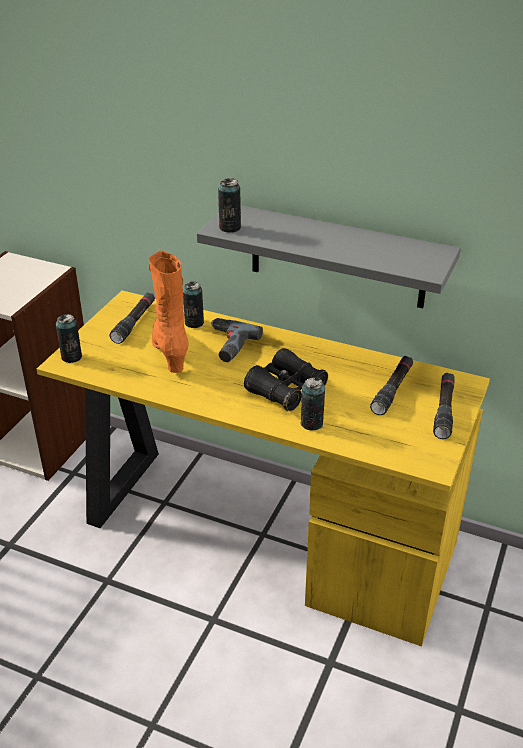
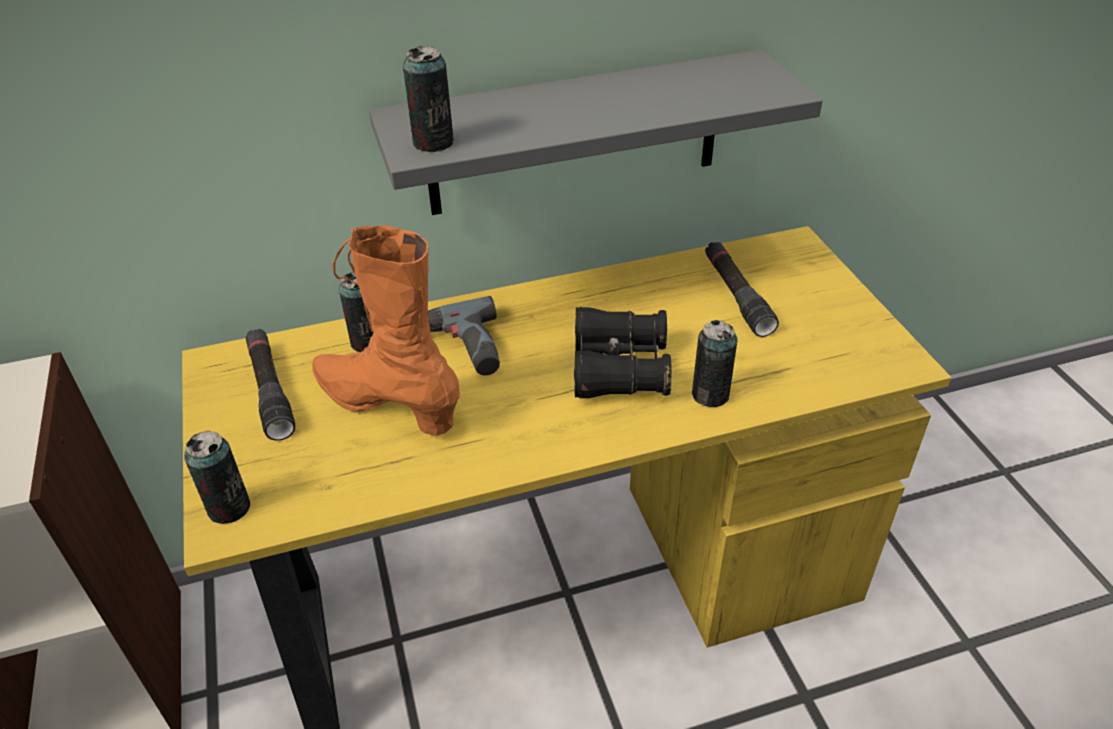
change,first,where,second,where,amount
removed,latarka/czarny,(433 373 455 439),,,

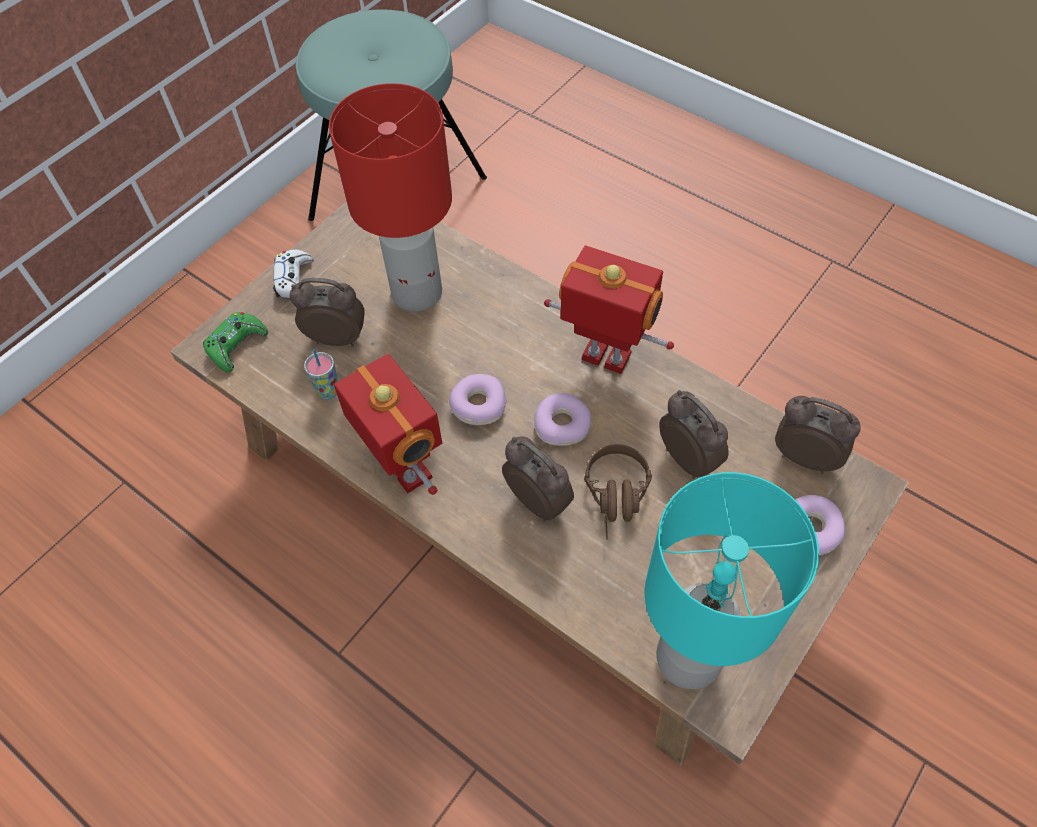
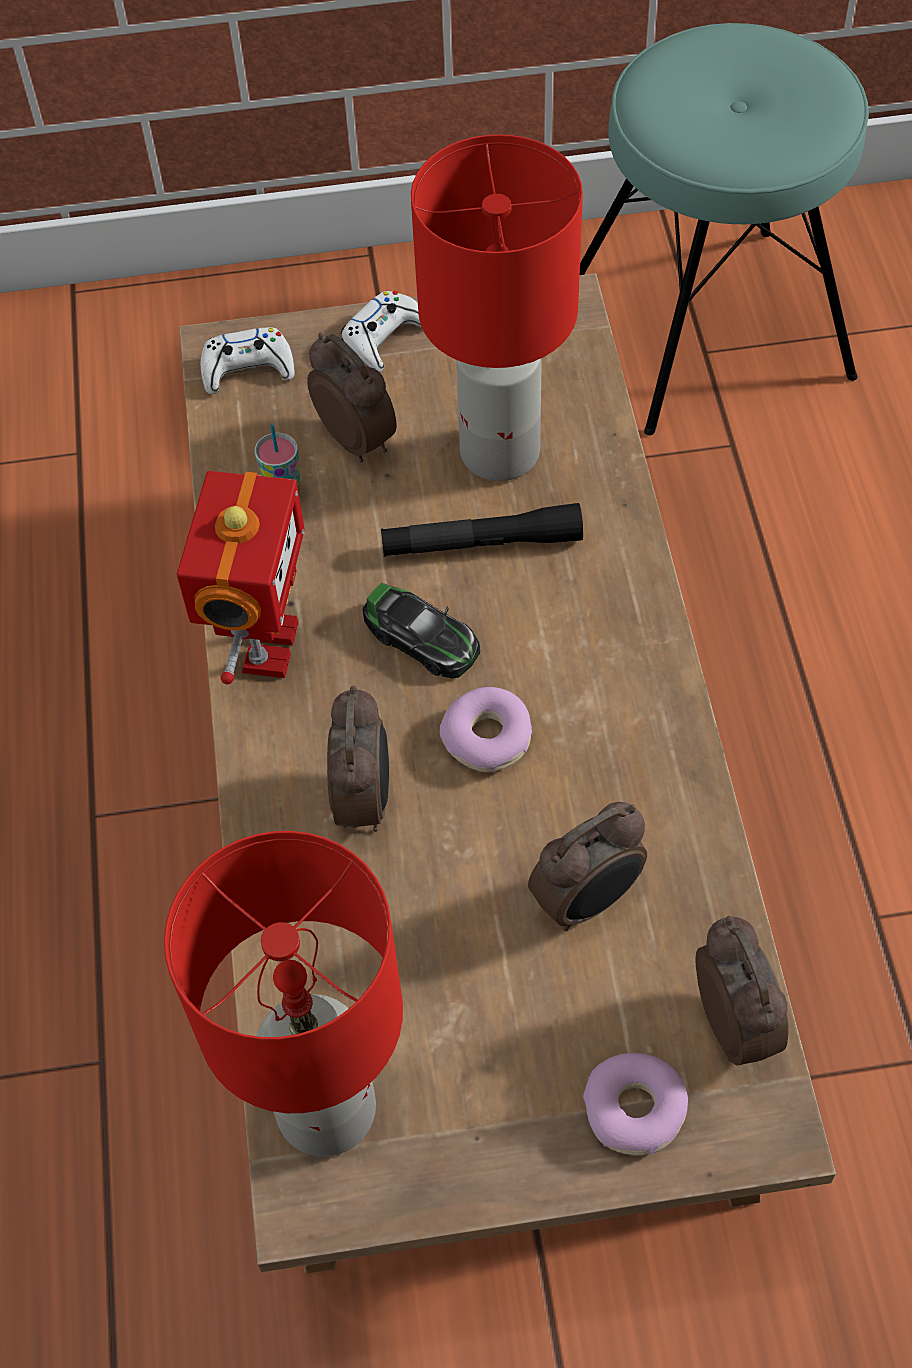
change,first,where,second,where,amount
removed,robot zabawkowy,(544 245 674 374),,,
removed,słuchawki/brązowy,(584 444 652 539),,,
added,,,latarka/czarny,(381 503 583 557),
replaced,donut,(449 374 507 425),samochodzik,(363 583 480 679),
recoloured,pad do gier/zielony,(203 312 268 372),pad do gier/biały,(200 327 295 394),
recoloured,lampa stołowa/turkusowy,(644 472 819 689),lampa stołowa/czerwony,(164 831 403 1157),
turned,budzik,(659 390 729 479),,(528 802 647 931),45 degrees clockwise

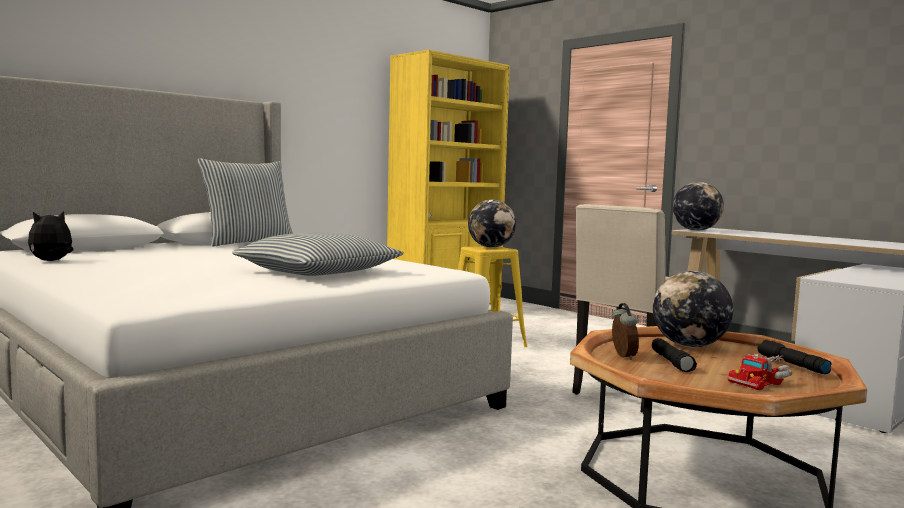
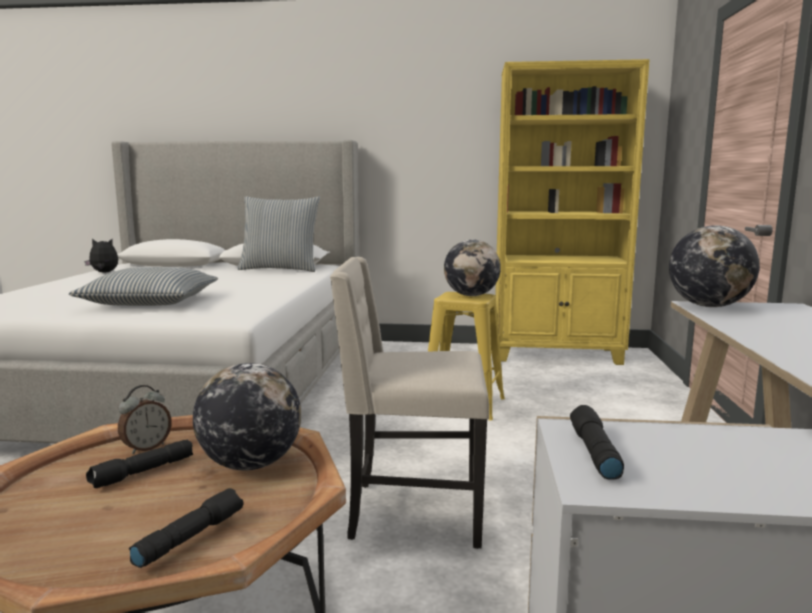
change,first,where,second,where,amount
removed,ciężarówka zabawkowa,(727 353 792 390),,,
added,,,latarka/czarny,(570 405 624 480),

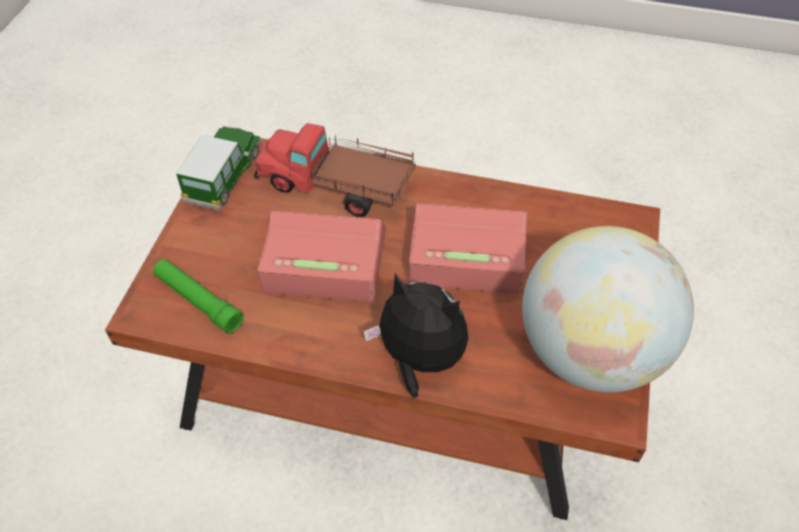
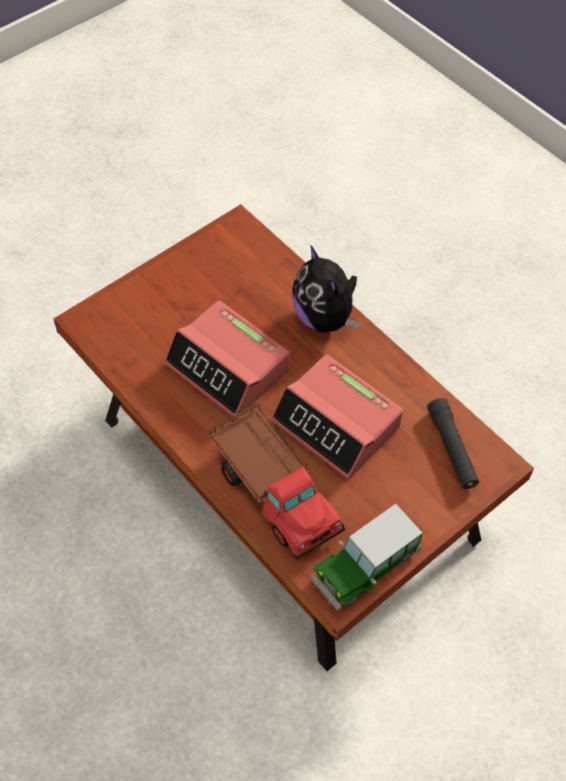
change,first,where,second,where,amount
removed,globus,(522 226 694 392),,,
recoloured,latarka/zielony,(153 259 244 334),latarka/czarny,(427 398 479 489),

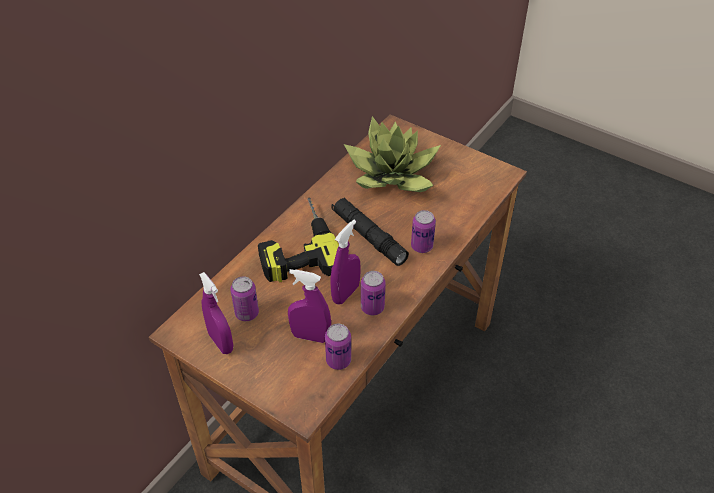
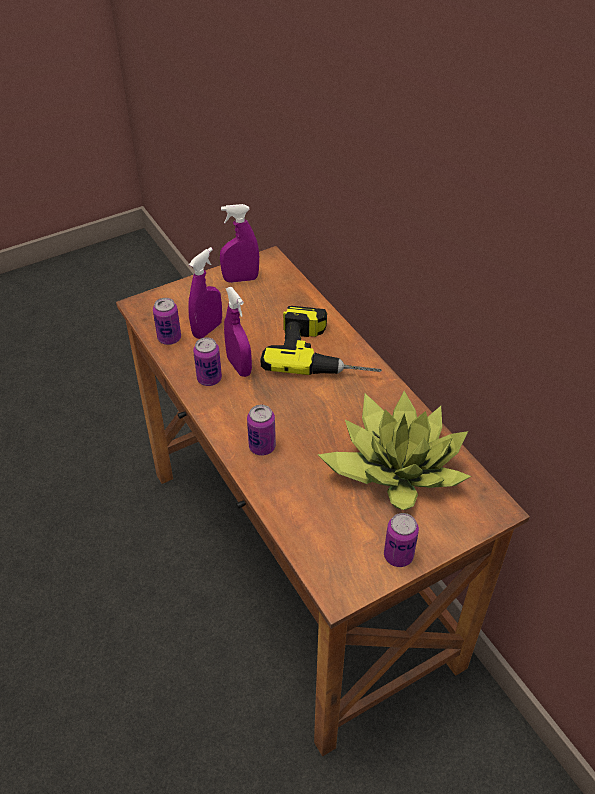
change,first,where,second,where,amount
removed,latarka/czarny,(331 198 409 266),,,
moved,puszka,(230 276 259 321),,(384 513 419 567),

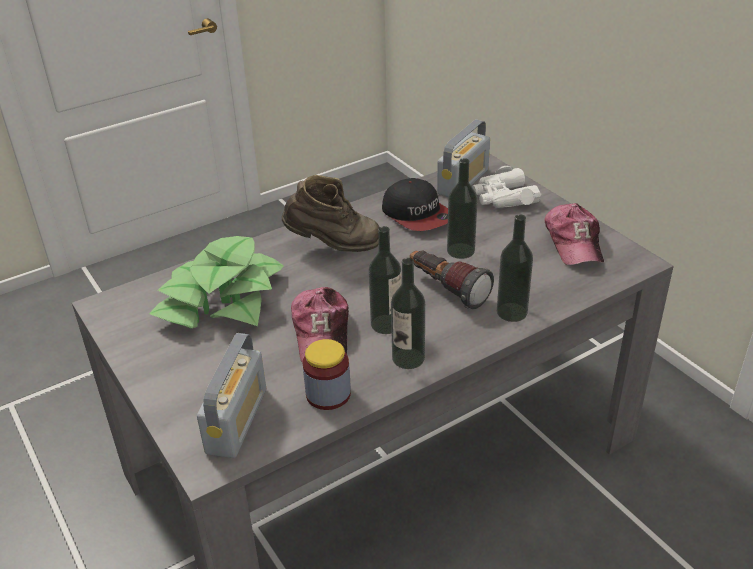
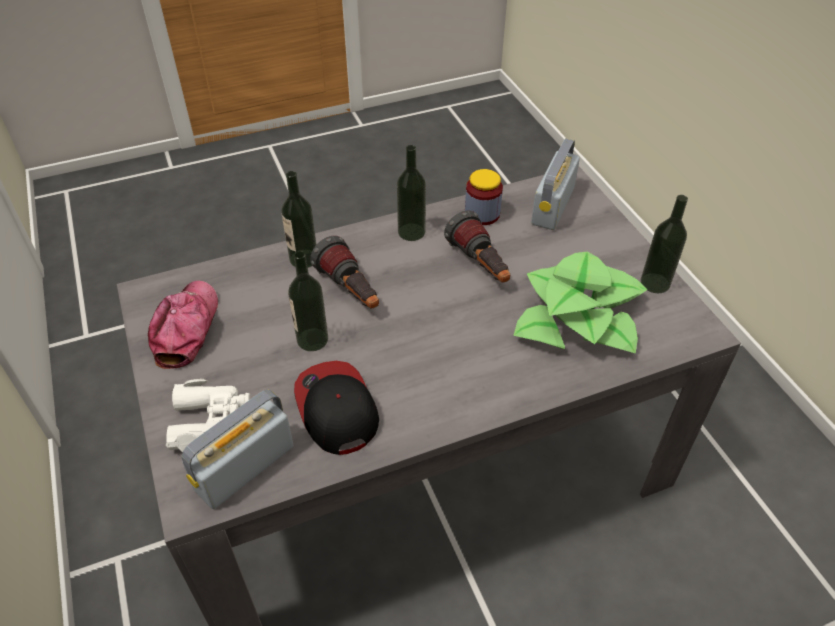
change,first,where,second,where,amount
removed,but z cholewką/brązowy,(282 175 379 252),,,
moved,butelka,(369 226 402 334),,(641 195 688 293),
replaced,czapka z daszkiem,(291 287 349 362),latarka,(444 210 510 283),

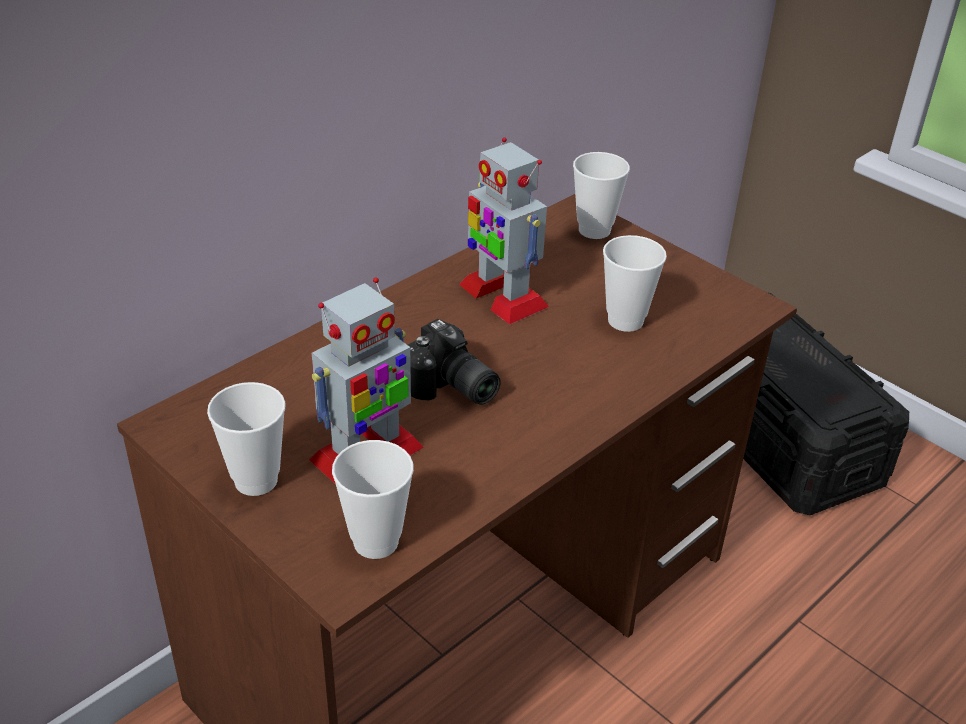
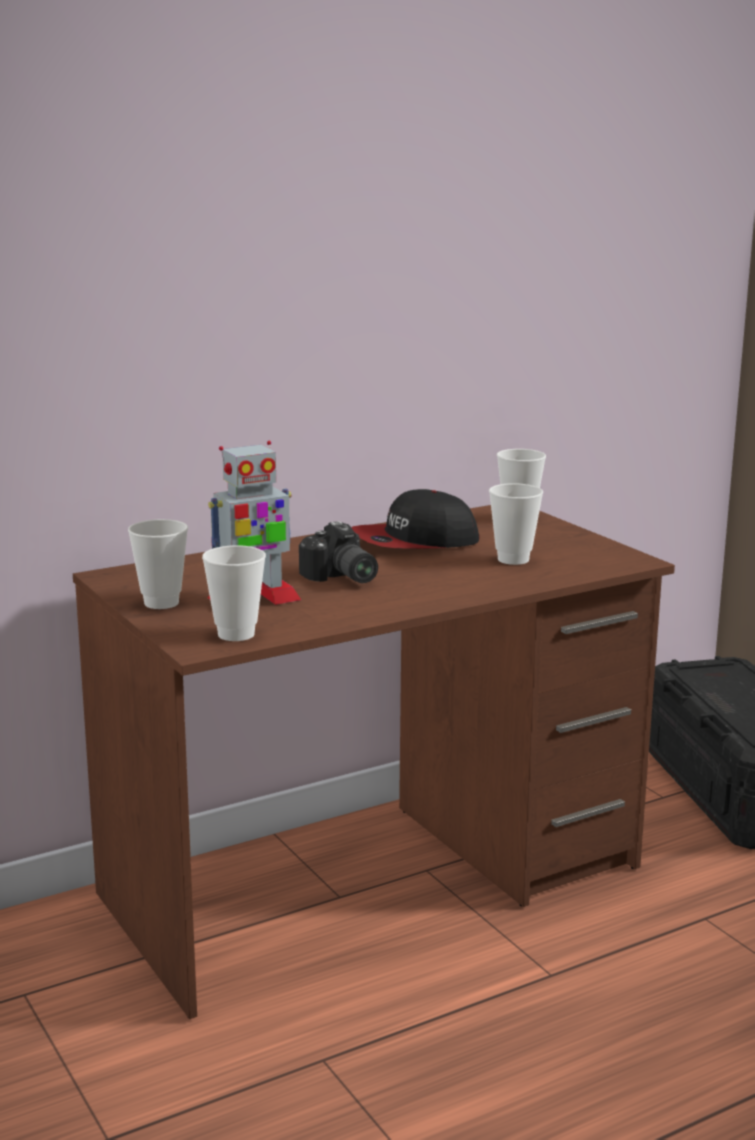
change,first,where,second,where,amount
replaced,robot zabawkowy,(459 137 549 325),czapka z daszkiem,(352 489 480 549),

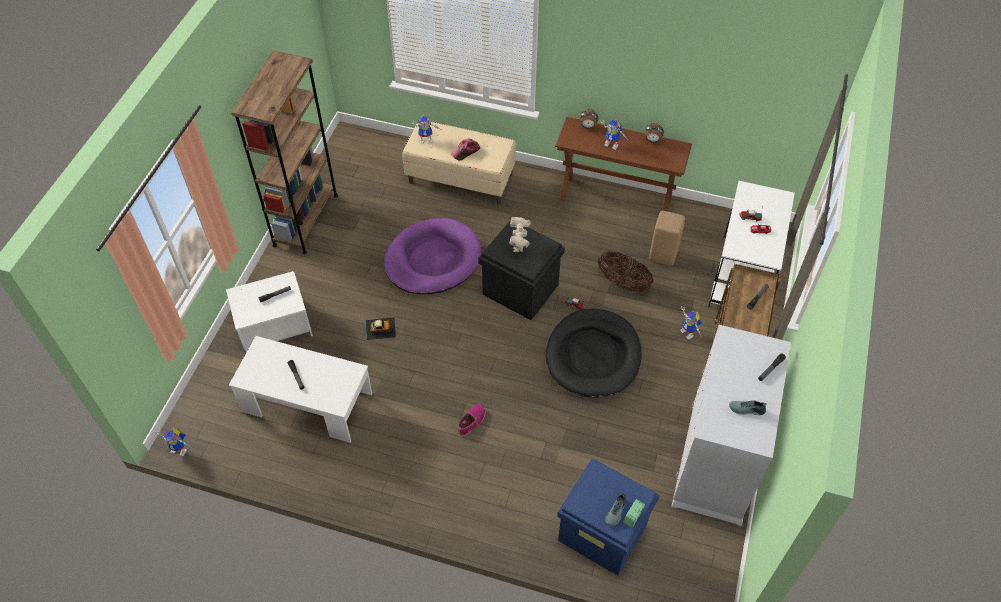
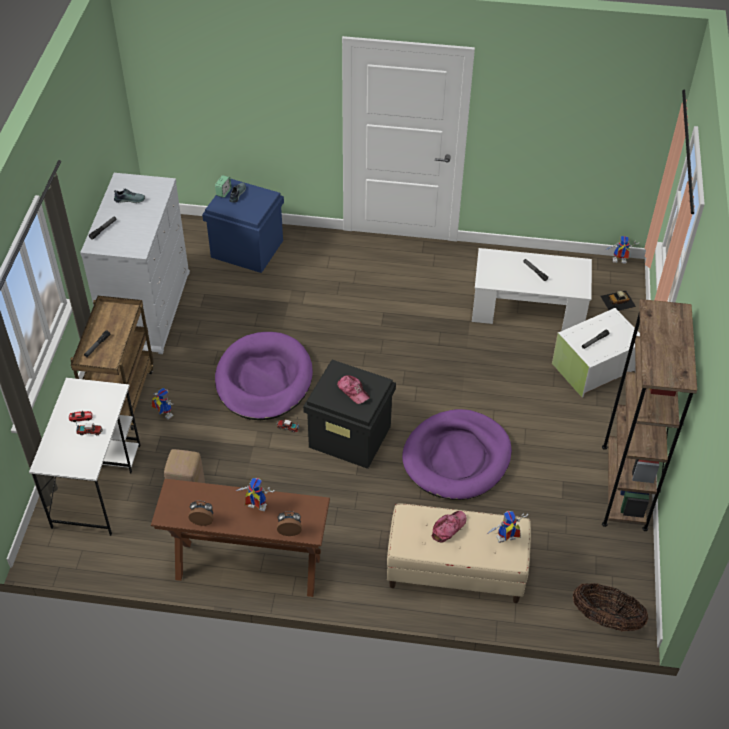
change,first,where,second,where,amount
removed,but,(458 404 485 436),,,
moved,samochodzik,(366 317 396 340),,(601 291 636 311),
moved,koszyk,(598 252 654 292),,(573 583 649 631),
replaced,robot zabawkowy,(510 217 531 252),czapka z daszkiem,(337 375 370 404),
recoloured,legowisko/czarny,(546 309 642 398),legowisko/fioletowy,(215 332 313 420),

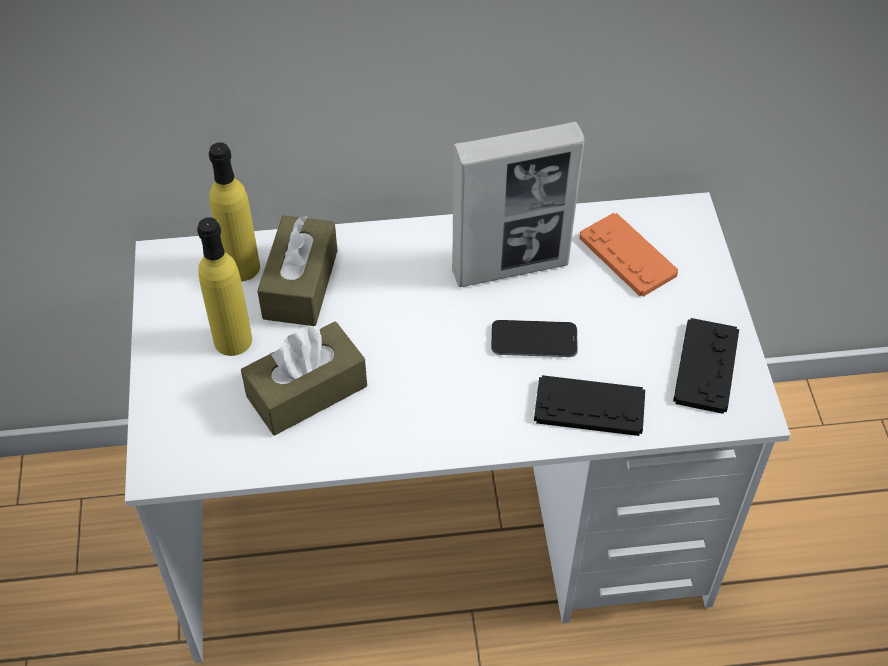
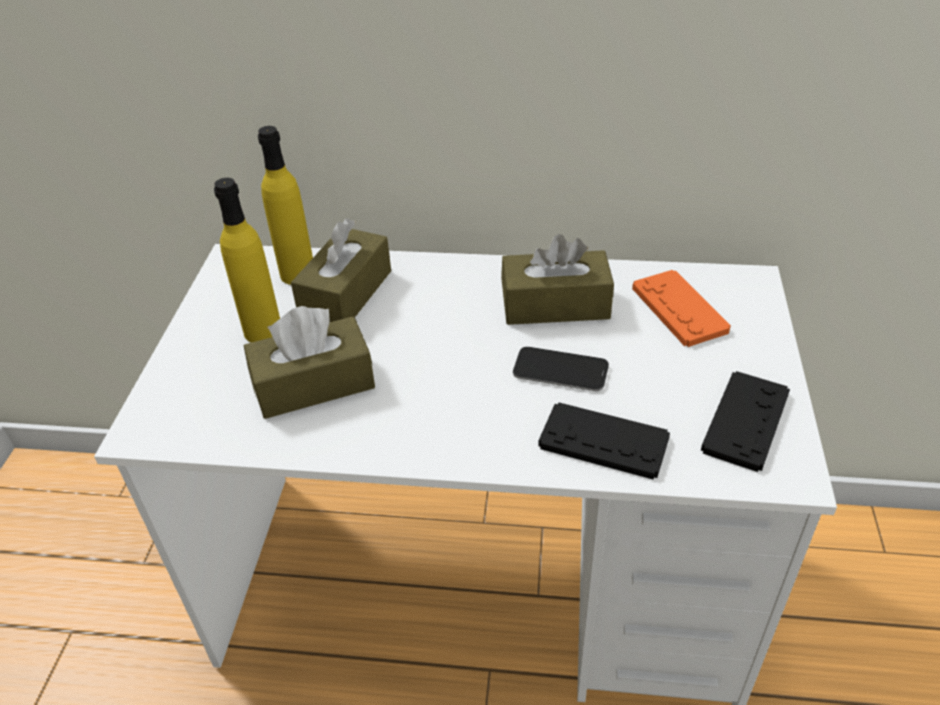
change,first,where,second,where,amount
replaced,ramka na zdjęcie,(452 122 584 287),pudełko chusteczek/brązowy,(501 234 614 325),

